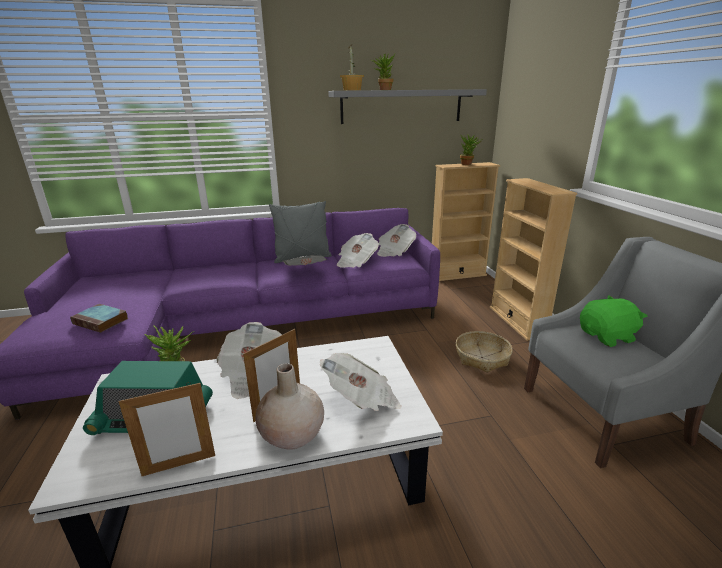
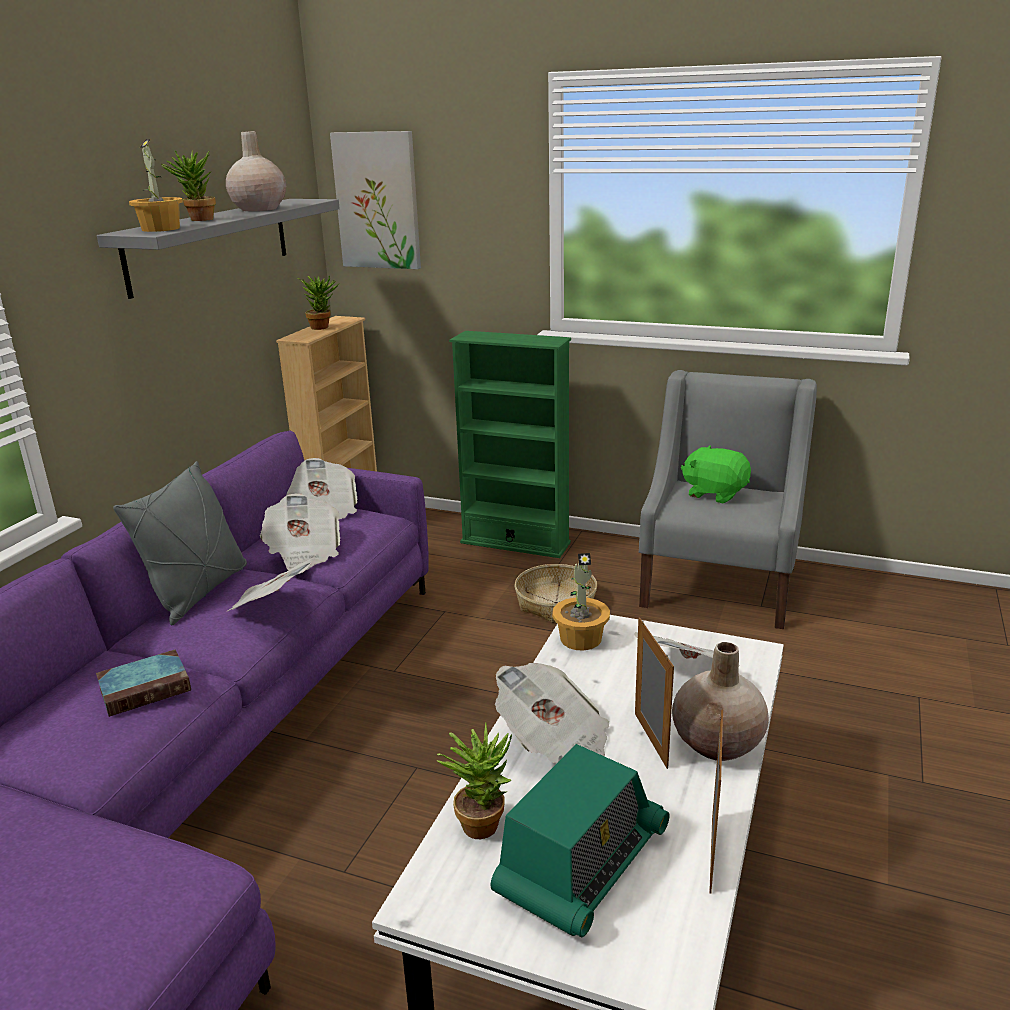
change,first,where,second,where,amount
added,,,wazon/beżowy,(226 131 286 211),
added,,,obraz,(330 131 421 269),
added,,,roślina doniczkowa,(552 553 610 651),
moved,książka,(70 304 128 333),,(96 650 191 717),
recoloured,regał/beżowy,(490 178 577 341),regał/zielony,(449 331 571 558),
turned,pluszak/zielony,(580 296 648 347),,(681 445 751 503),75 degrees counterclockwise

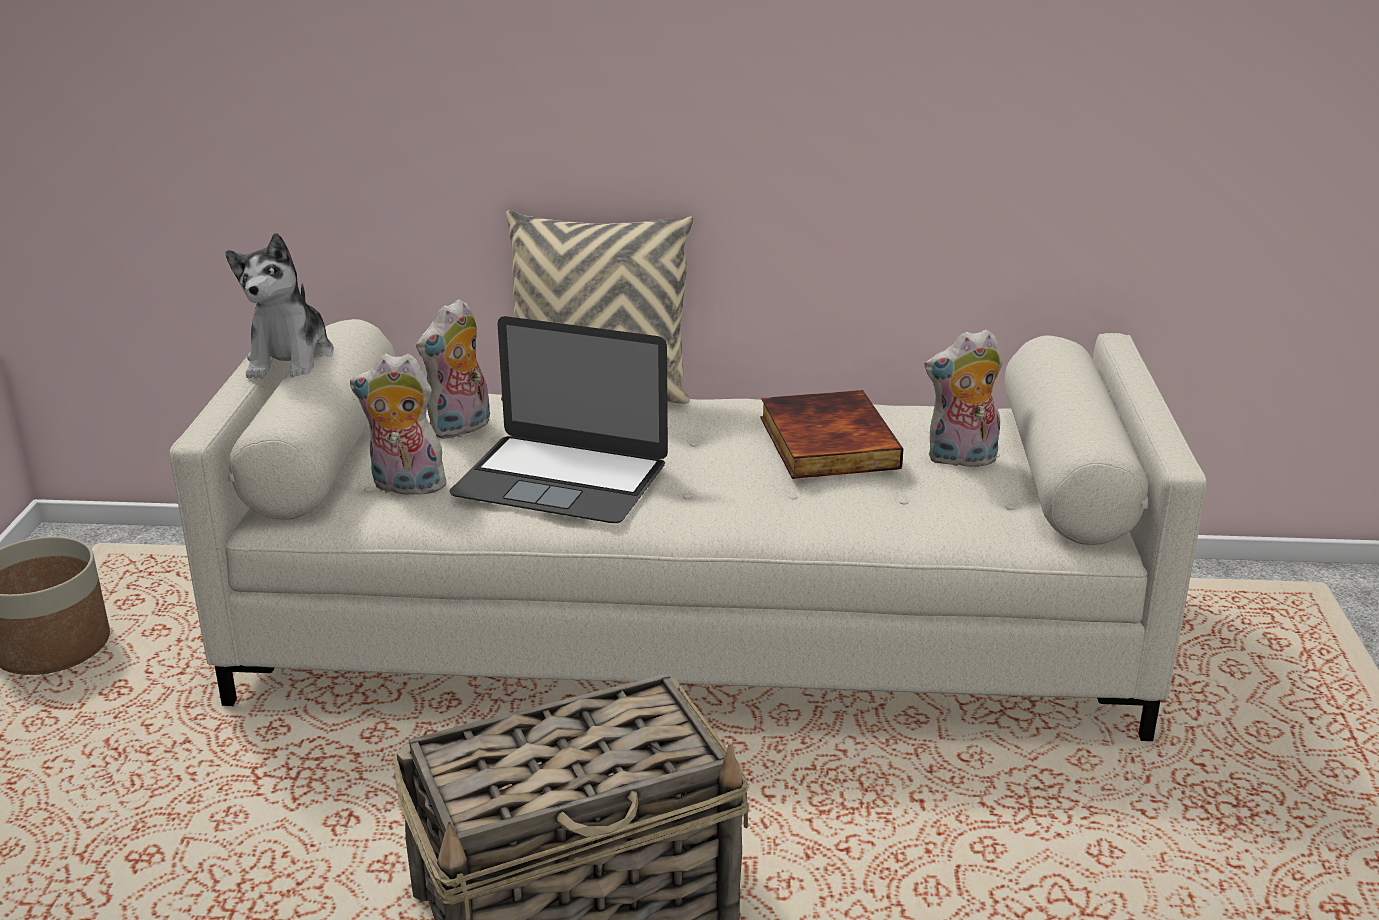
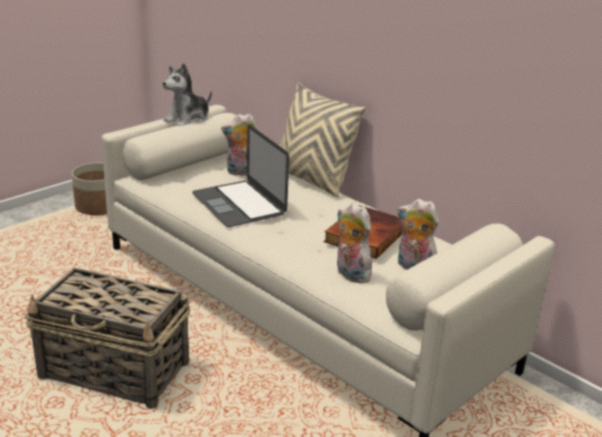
change,first,where,second,where,amount
moved,pluszak,(350 354 454 495),,(337 202 372 283),

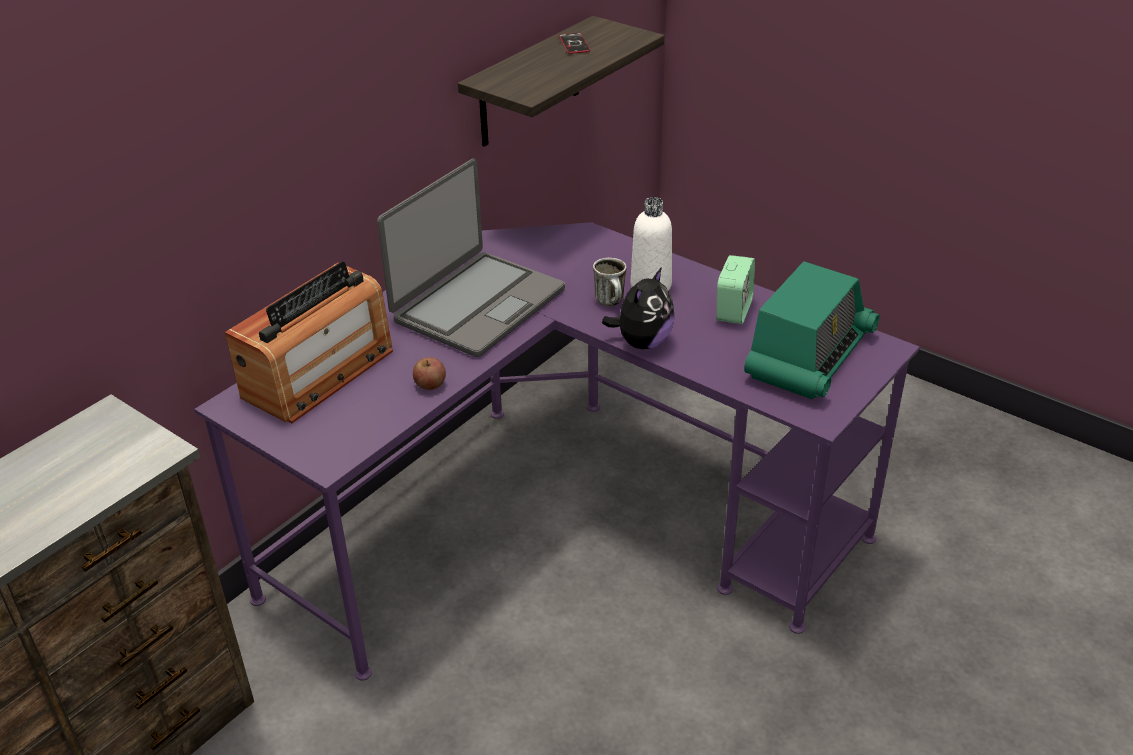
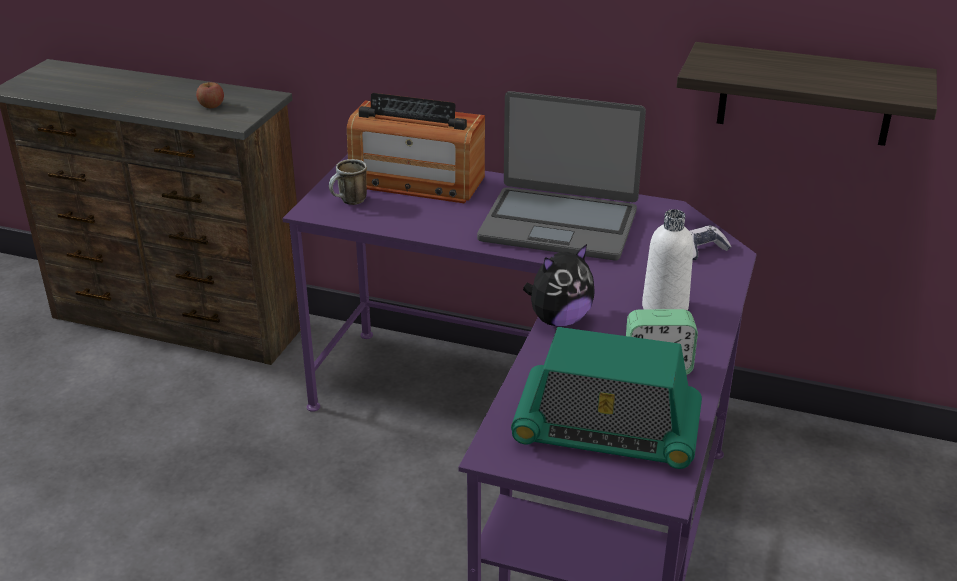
change,first,where,second,where,amount
removed,telefon,(559 33 591 54),,,
added,,,pad do gier,(690 226 731 260),
moved,jabłko,(413 357 446 390),,(196 82 224 108),
moved,kubek,(593 258 627 306),,(329 159 367 205),
turned,pluszak,(602 267 674 349),,(523 244 595 327),45 degrees counterclockwise

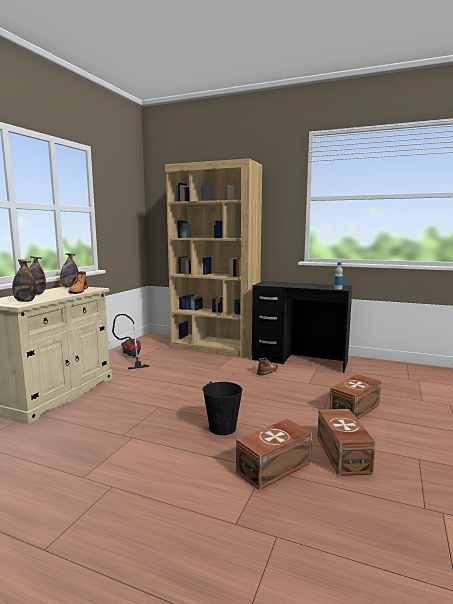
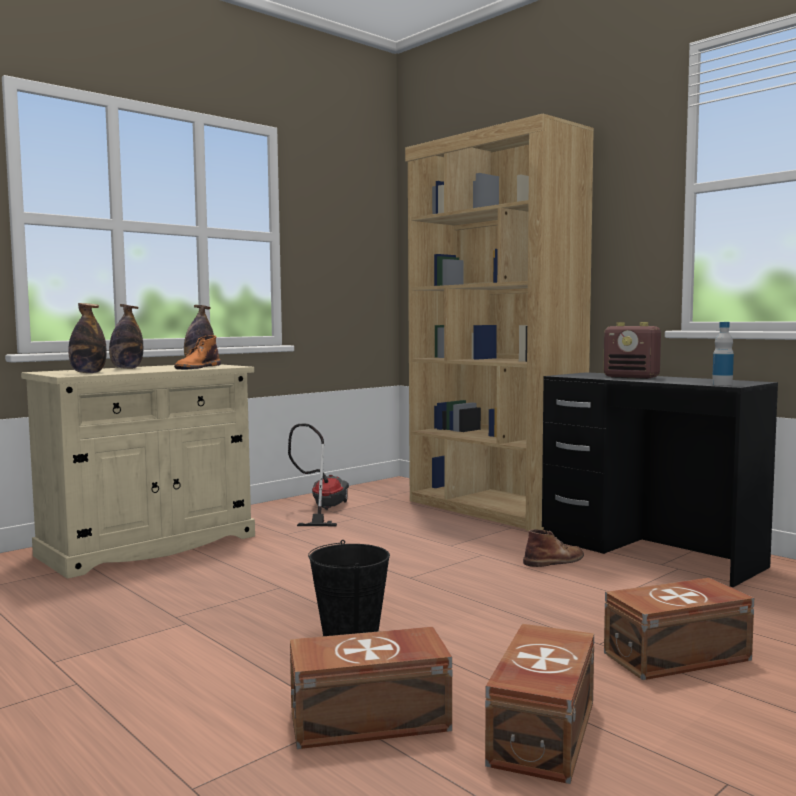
change,first,where,second,where,amount
added,,,radio,(603 322 661 379),

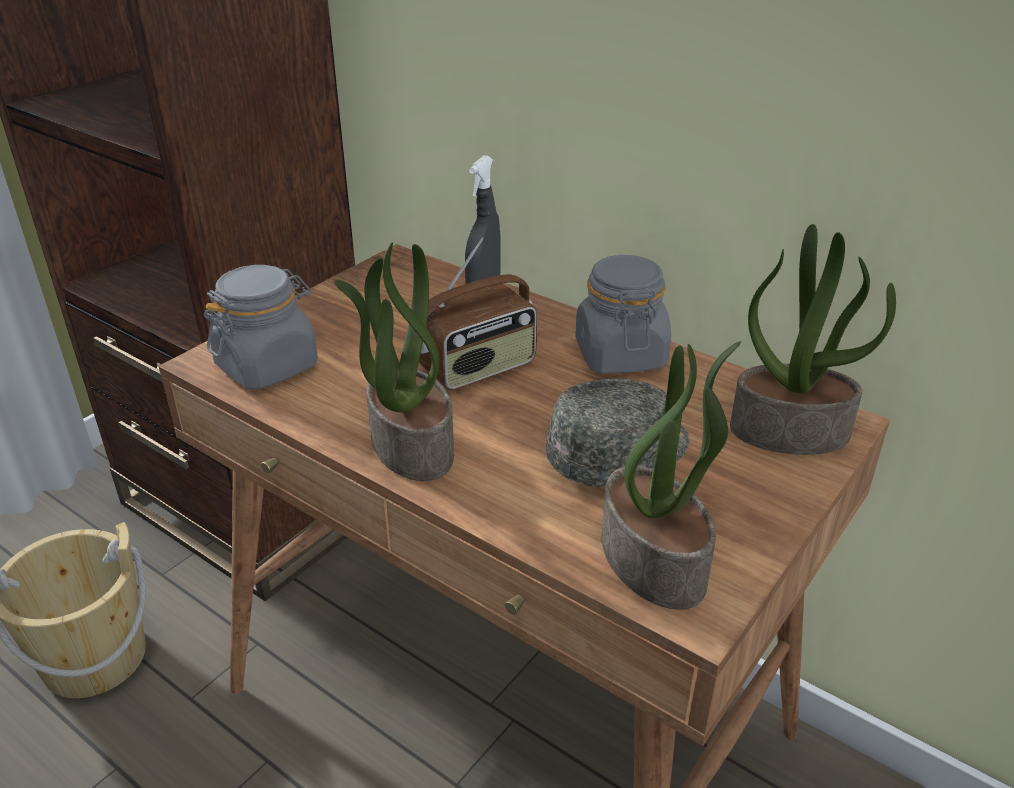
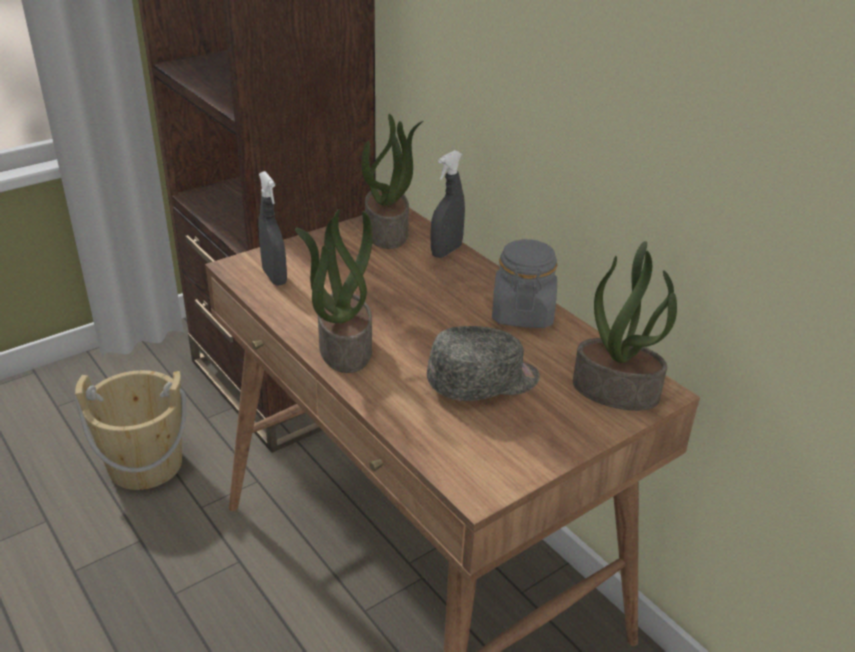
change,first,where,second,where,amount
removed,radio,(419 237 537 390),,,
moved,roślina doniczkowa,(601 341 741 610),,(361 114 423 249),
replaced,słoik/szary,(204 265 318 389),spryskiwacz/szary,(259 171 287 286),

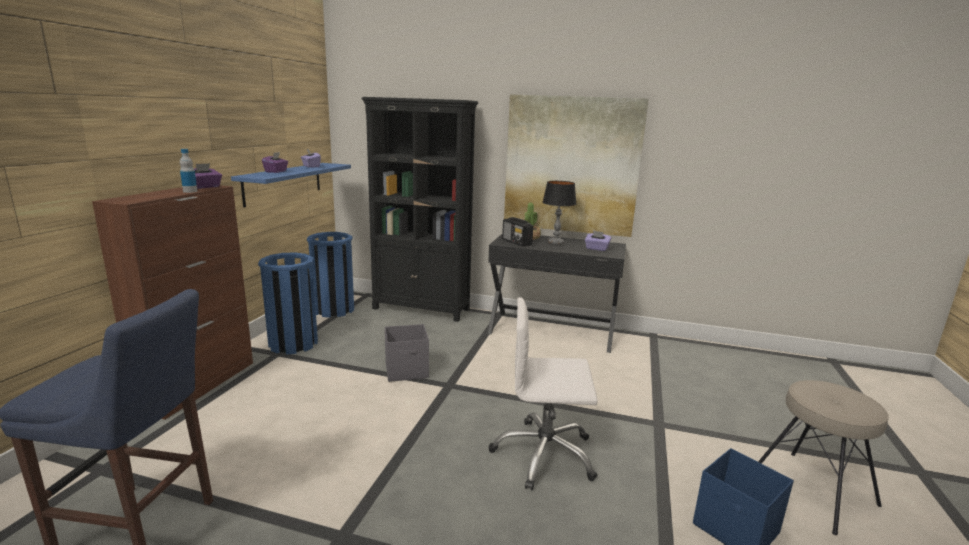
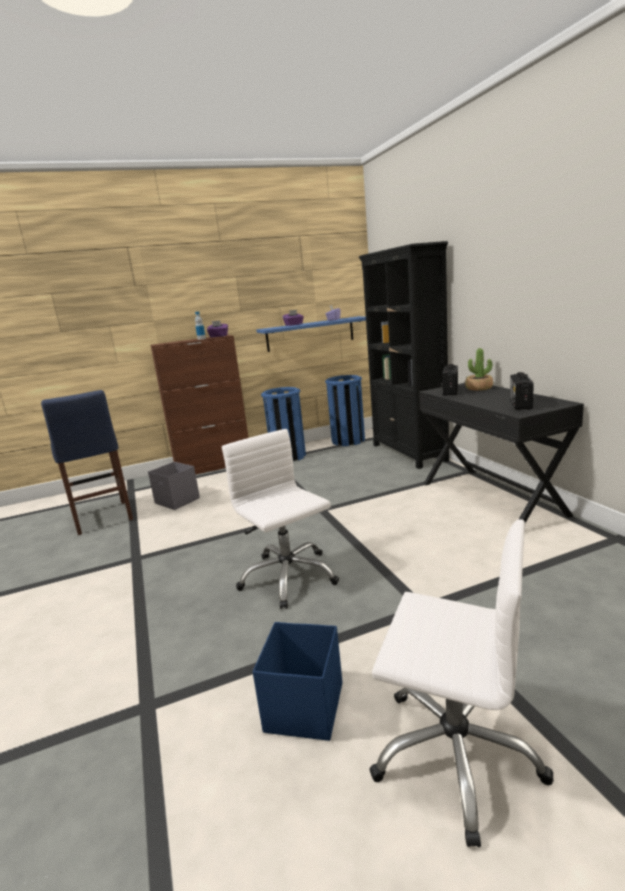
change,first,where,second,where,amount
removed,obraz,(504 95 649 237),,,
removed,lampa stołowa,(542 181 576 245),,,
moved,pojemnik do przechowywania/szary,(385 324 429 382),,(148 462 200 510),
replaced,pudełko chusteczek/fioletowy,(585 231 611 251),radio,(510 372 534 410),
replaced,stołek/beżowy,(758 380 889 535),krzesło biurowe/biały,(369 519 553 847),

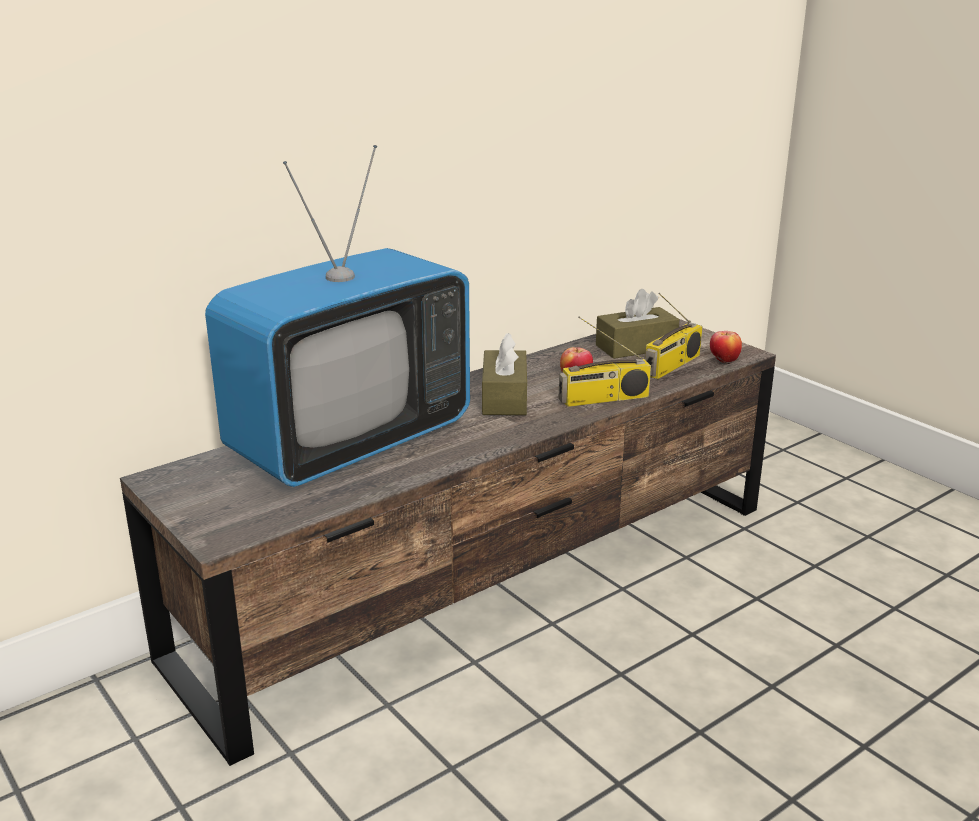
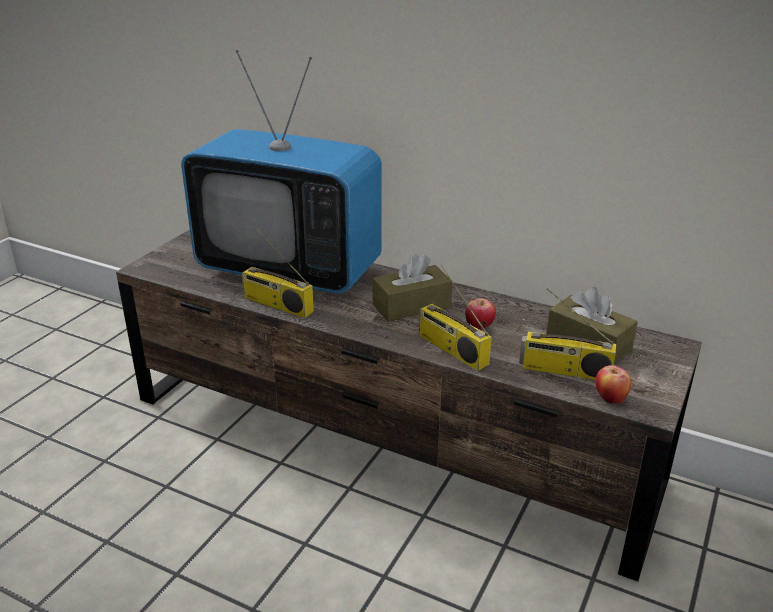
change,first,where,second,where,amount
added,,,radio,(241 228 314 318),

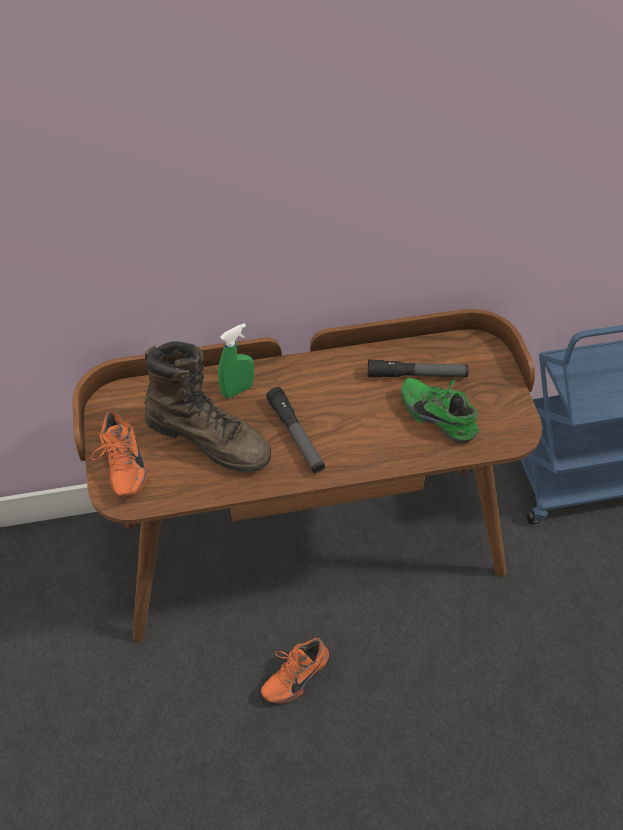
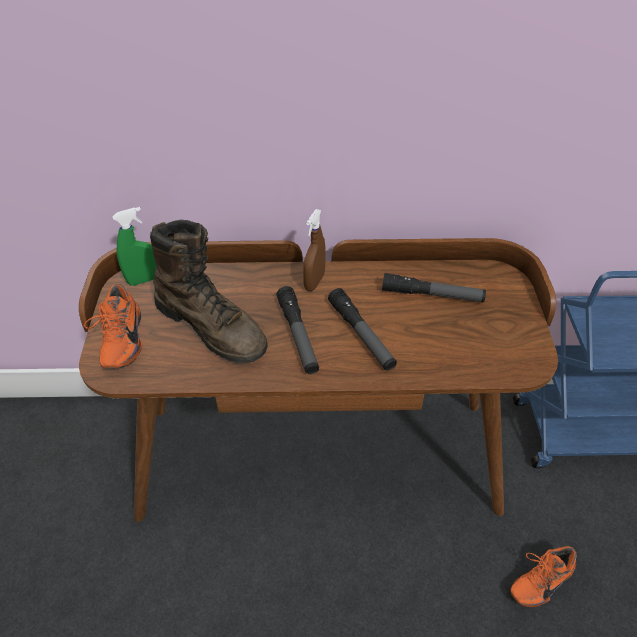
change,first,where,second,where,amount
removed,but/zielony,(401 378 479 443),,,
added,,,spryskiwacz/brązowy,(303 209 326 291),
added,,,latarka,(328 288 397 371),
moved,spryskiwacz/zielony,(218 323 254 398),,(112 207 156 286),
moved,but/pomarańczowy,(261 638 329 704),,(510 546 577 607),

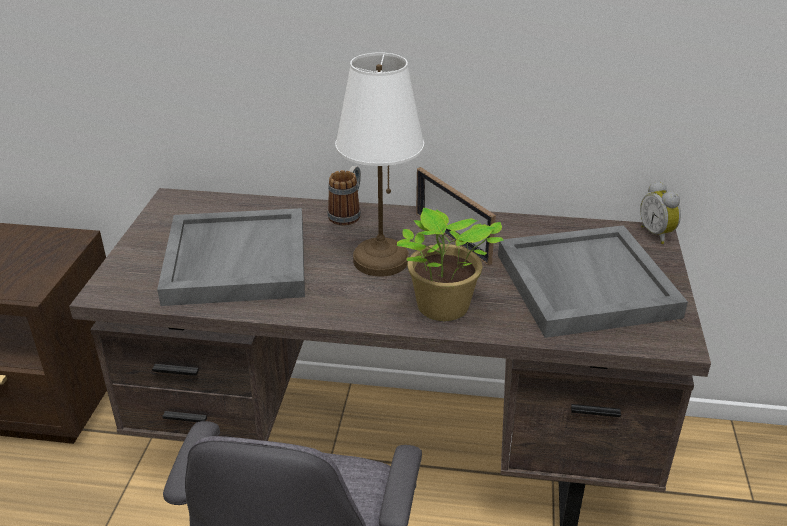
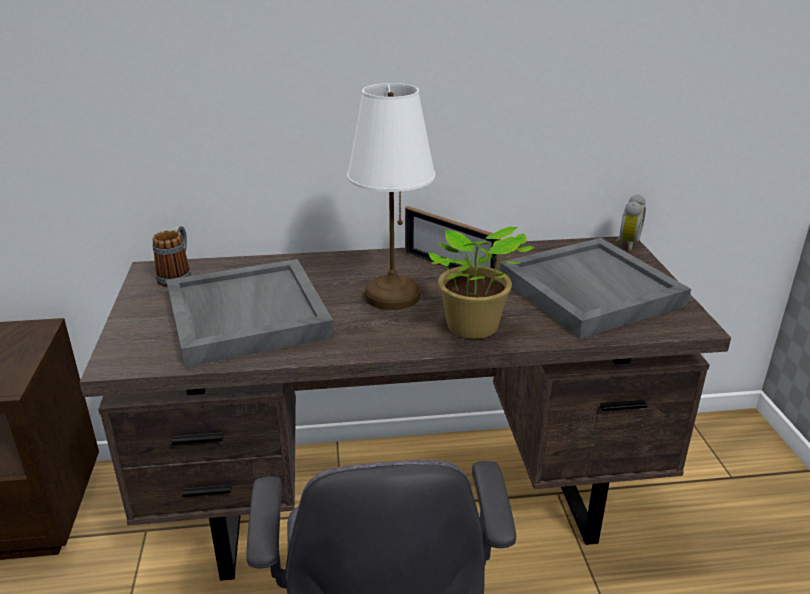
change,first,where,second,where,amount
moved,kubek,(328 166 361 226),,(152 226 191 287),
turned,budzik,(640 181 681 244),,(615 194 646 251),120 degrees counterclockwise

